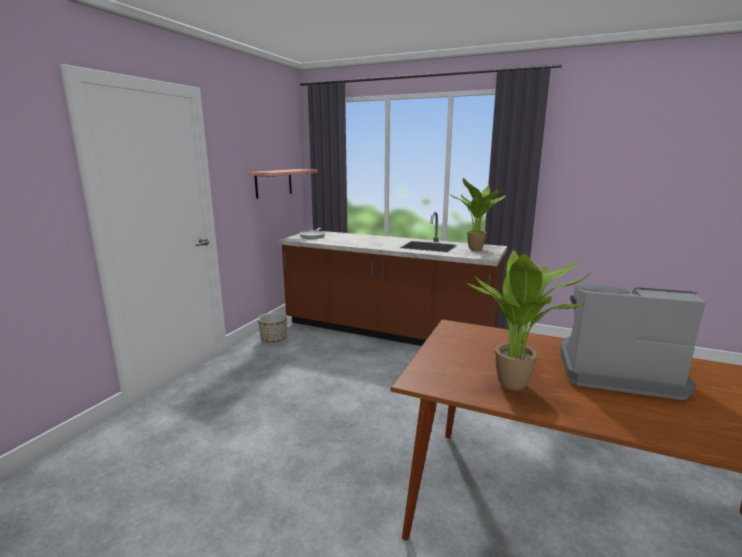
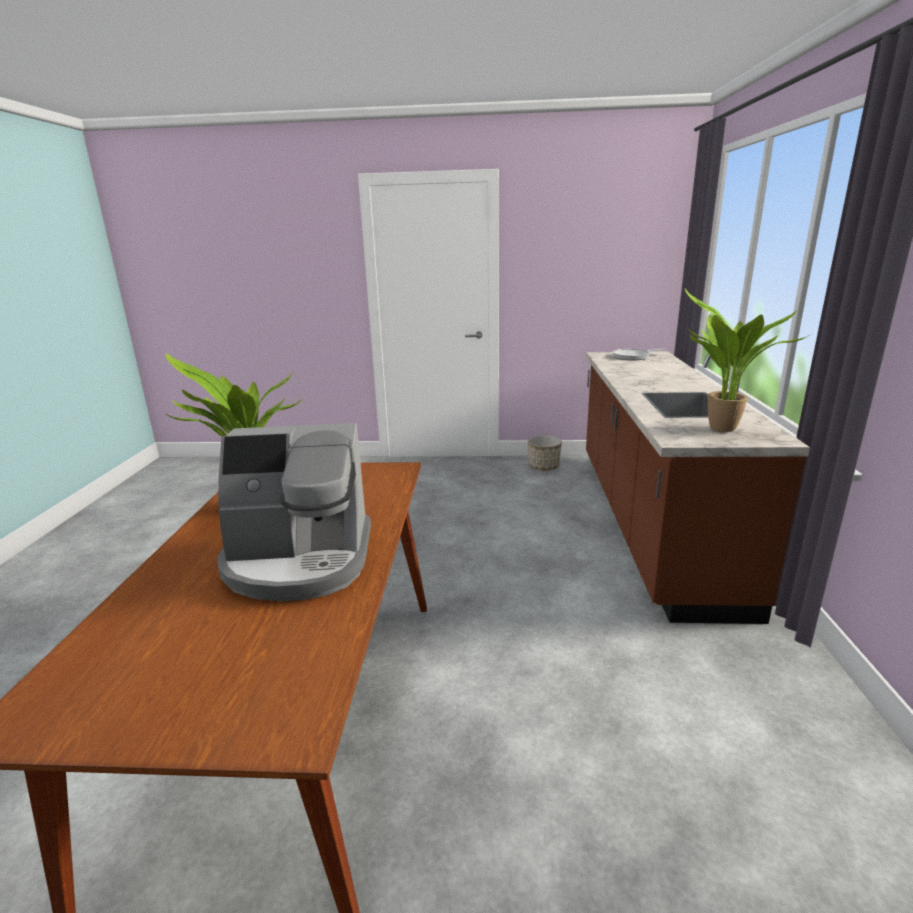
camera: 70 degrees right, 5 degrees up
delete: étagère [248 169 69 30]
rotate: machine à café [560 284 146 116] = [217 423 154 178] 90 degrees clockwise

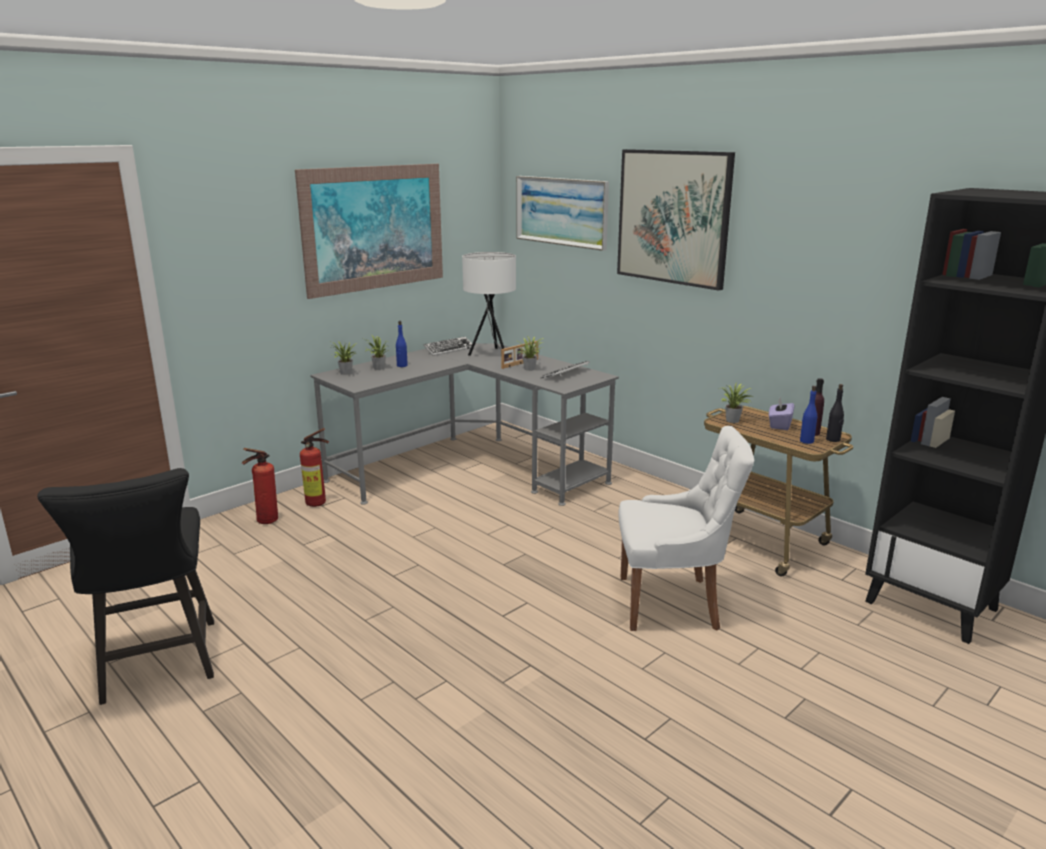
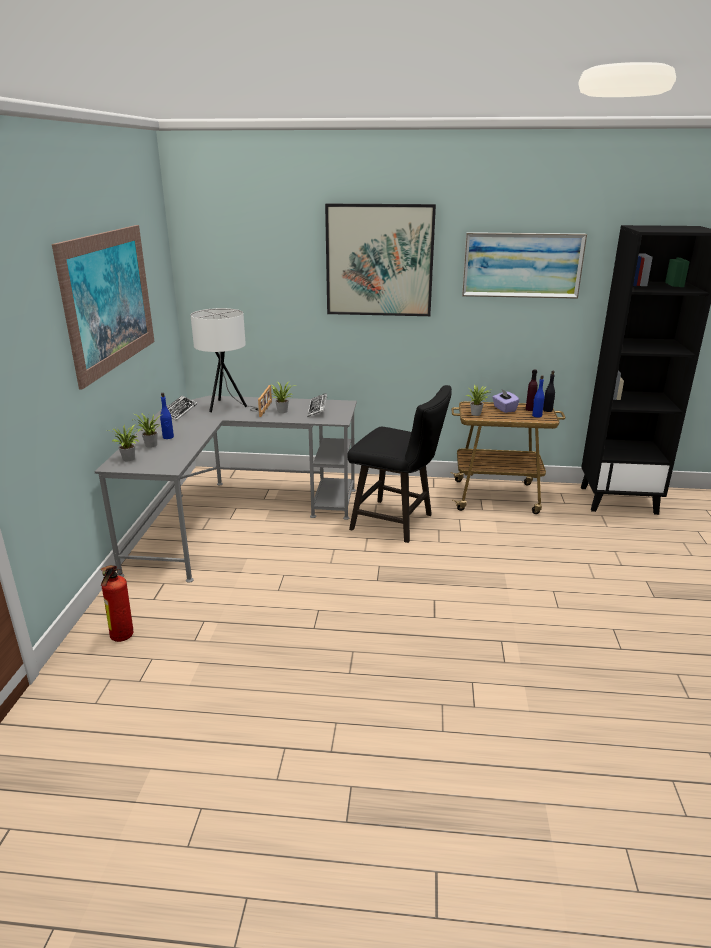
camera: 40 degrees left, 5 degrees up
delete: extincteur [300 428 29 79]; chaise/blanc [619 426 135 205]
move: tabouret/noir [37 468 177 237] to [347 385 105 158]; tableau [516 176 93 75] to [462 232 125 67]

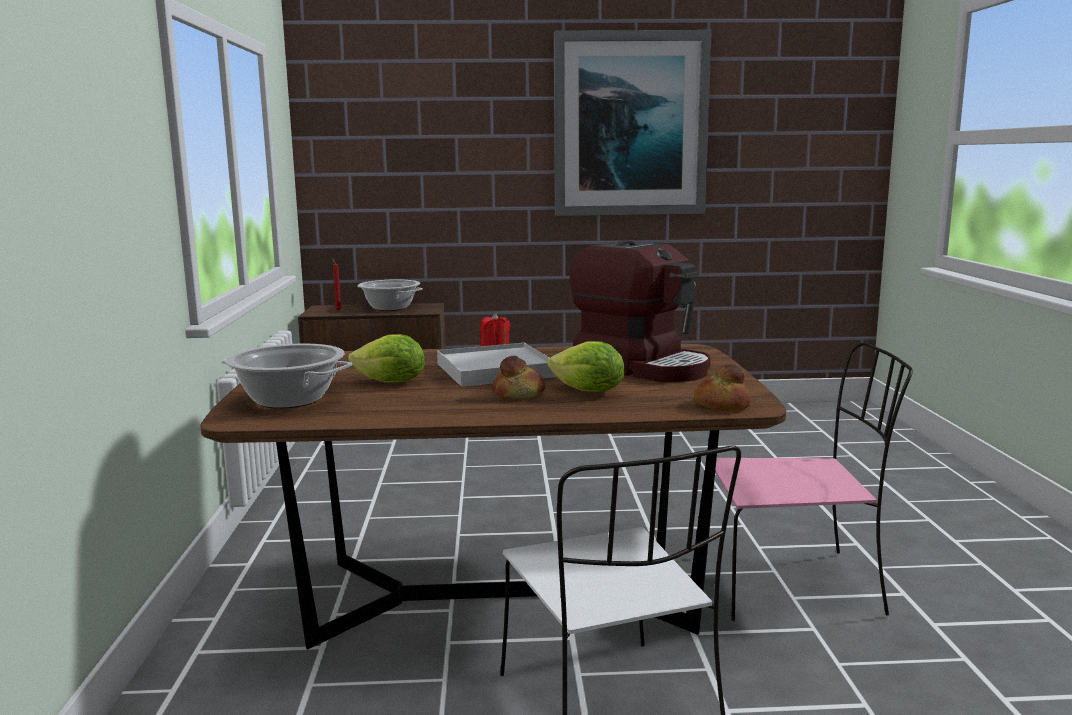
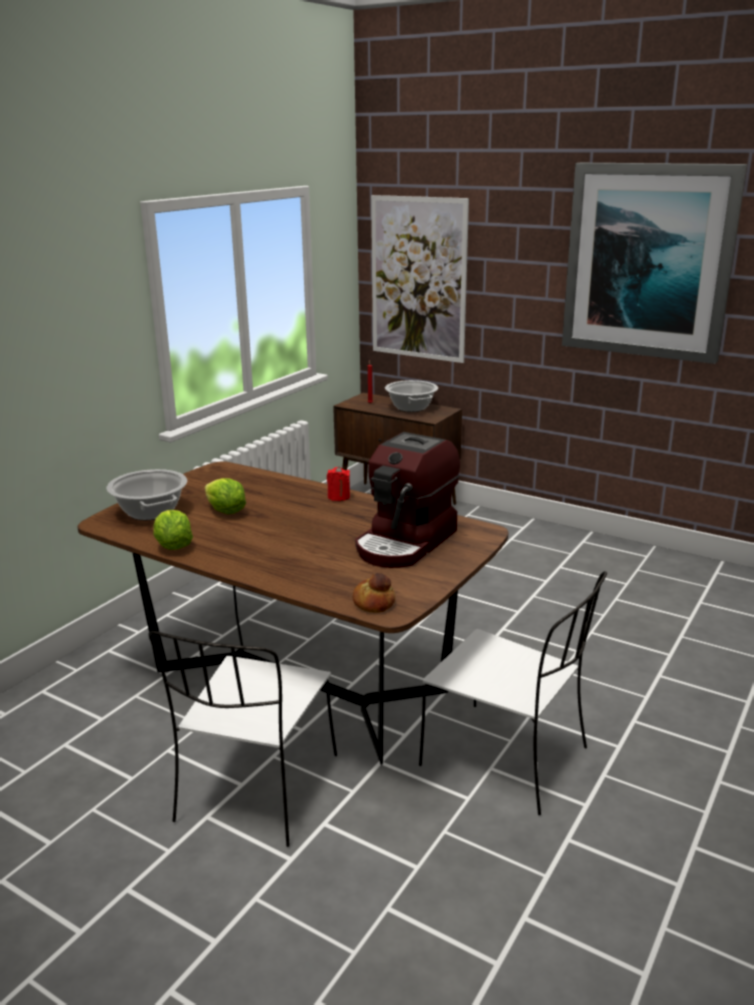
camera: 35 degrees right, 10 degrees up
delete: plateau/blanc [437 343 120 44]; pain [492 356 54 43]
insert: tableau [371 195 98 168]
move: laitue [547 341 78 51] to [153 510 40 40]
recolor: chaise/rose [715 342 198 279] to chaise/blanc [419 571 188 244]
rotate: machine à café [570 241 141 141] = [355 432 105 136] 45 degrees clockwise

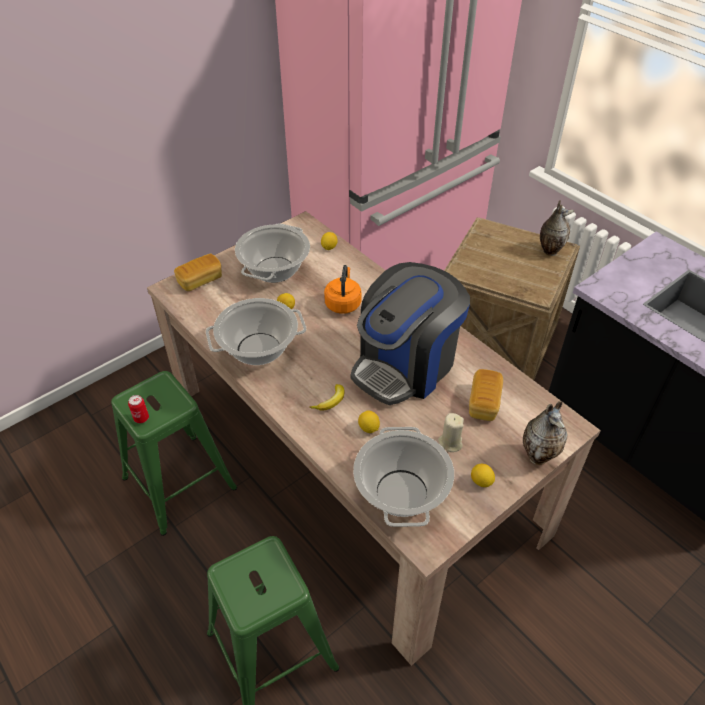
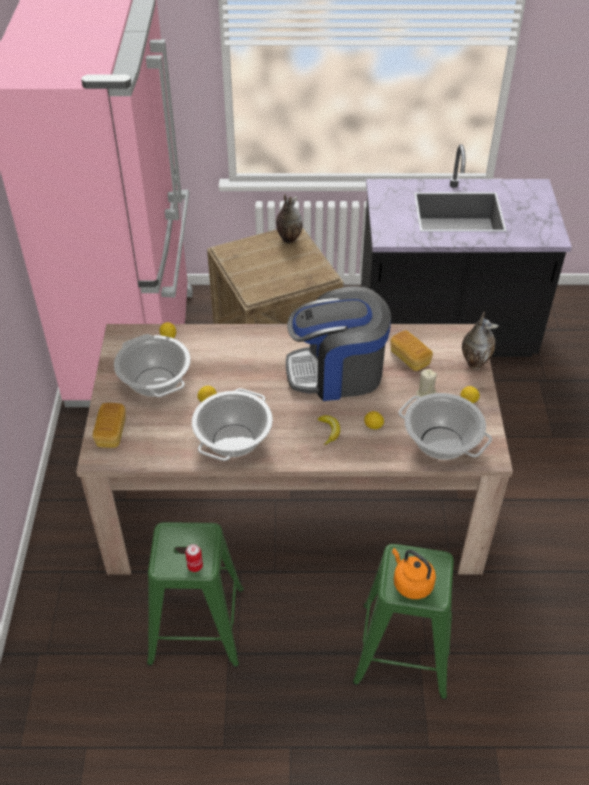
camera: 50 degrees left, 0 degrees up
move: bouilloire/orange [324 265 37 49] to [392 548 44 51]
rotate: machine à café [351 262 119 143] = [286 286 105 115] 90 degrees clockwise

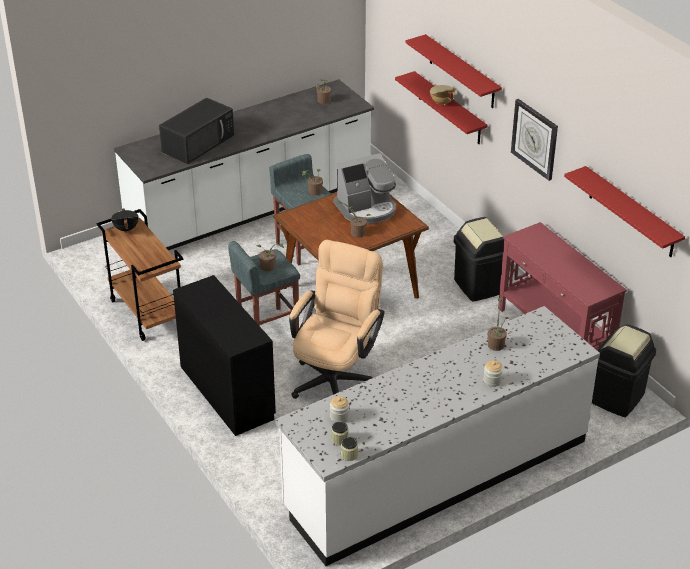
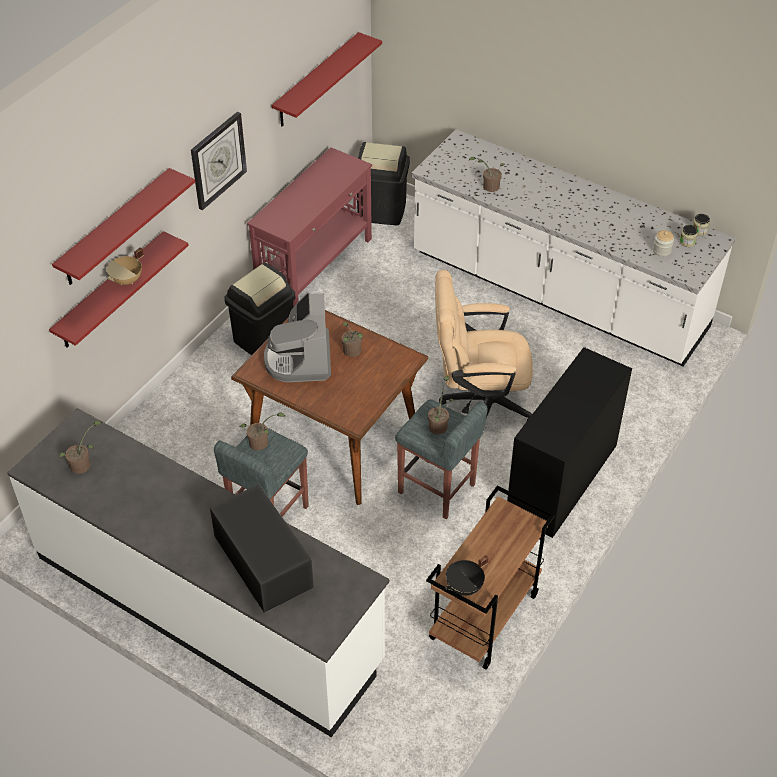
camera: 115 degrees left, 10 degrees up
delete: bocal [483 360 20 27]
rotate: micro-ondes/noir [159 98 75 66] = [210 484 104 129] 45 degrees clockwise; machine à café [333 153 63 71] = [264 293 67 89] 135 degrees counterclockwise

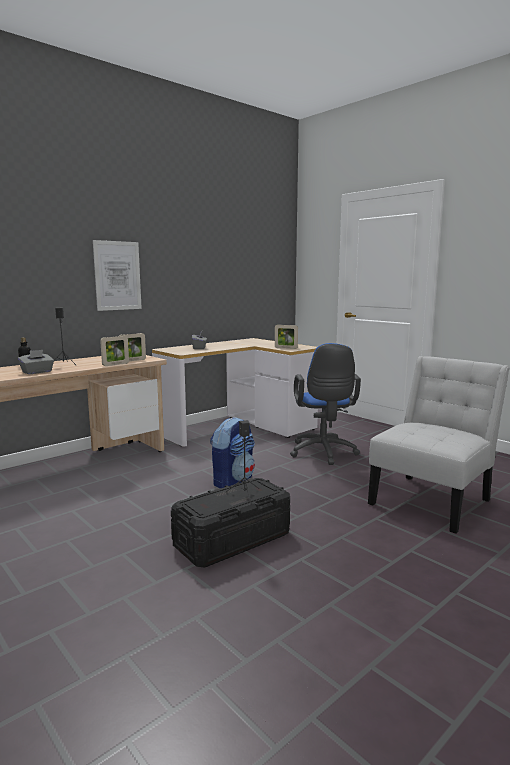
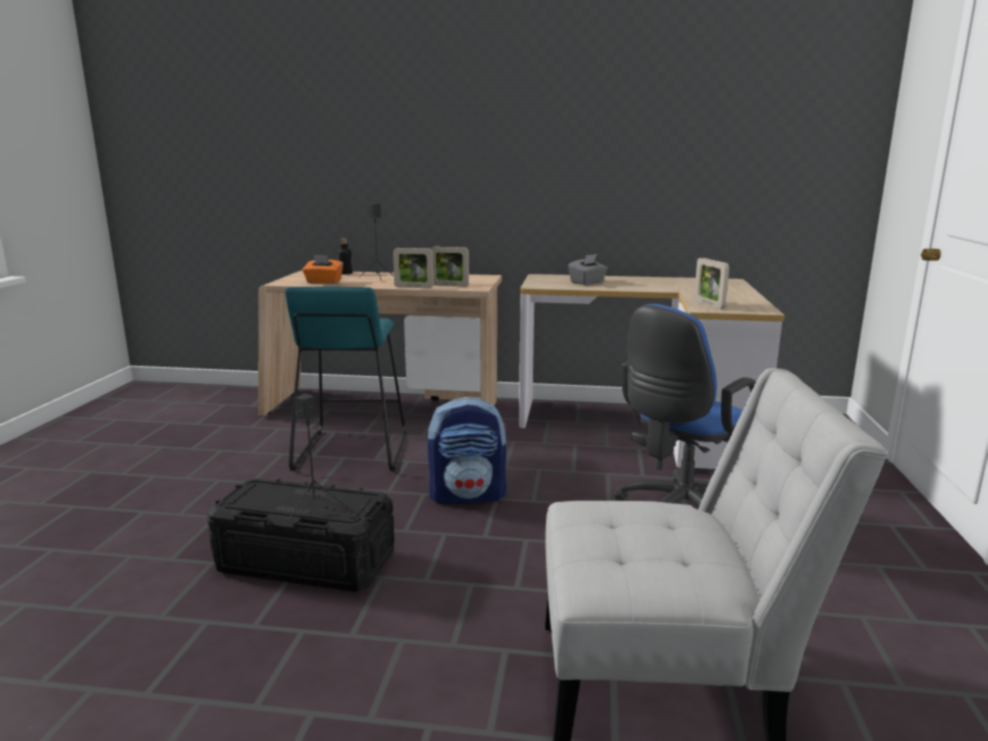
camera: 50 degrees right, 5 degrees up
delete: tableau [93 240 49 71]
insert: tabouret/turquoise [285 286 122 185]
recolor: boîte à mouchoirs/gris [18 350 36 24] to boîte à mouchoirs/orange [302 255 41 29]

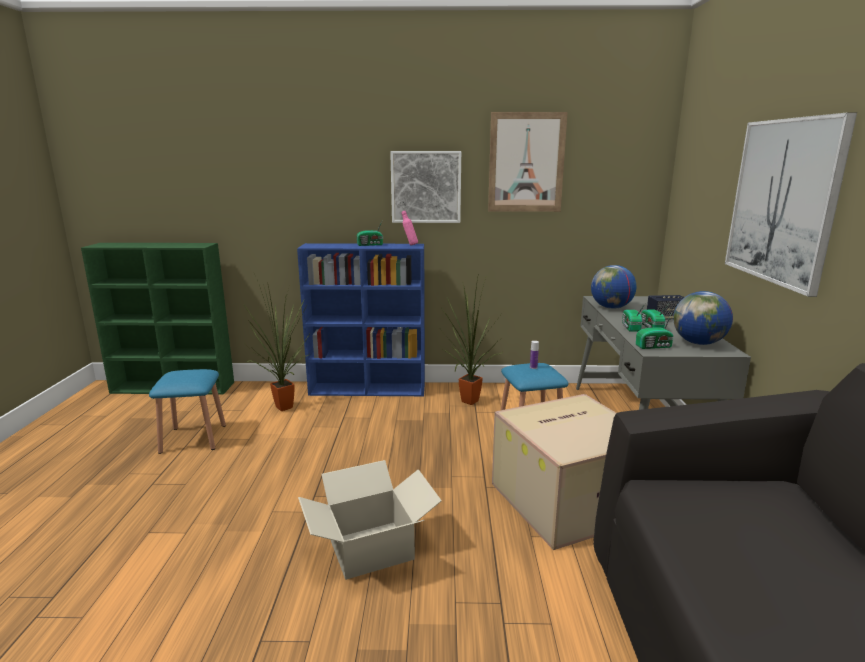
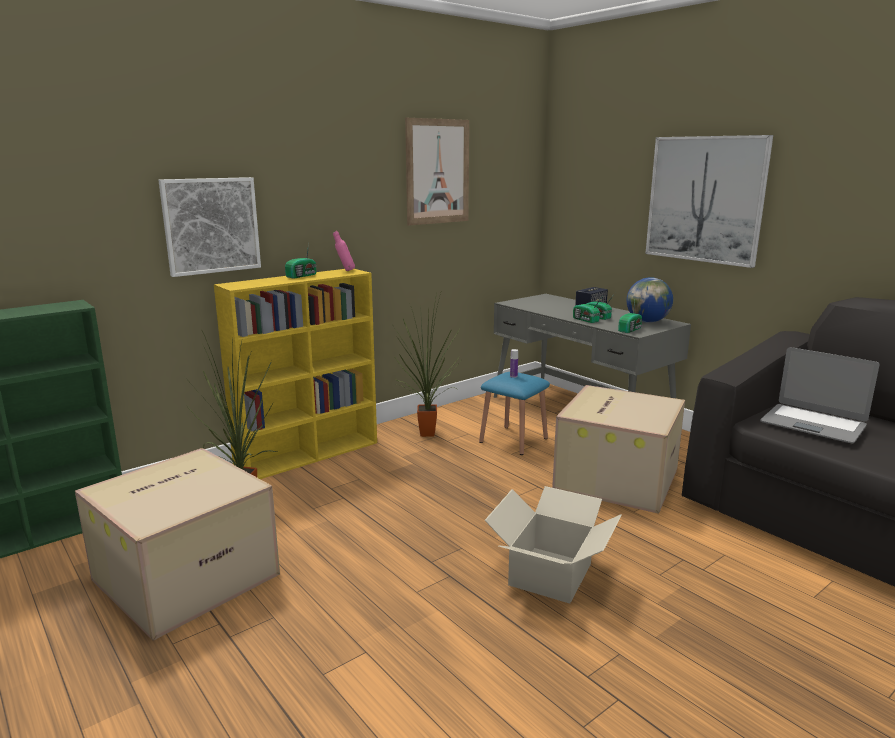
camera: 40 degrees left, 0 degrees up
delete: globe [591 265 45 44]
insert: ordinateur portable [760 347 119 96]
move: tableau [390 151 71 72] to [158 177 103 100]
replace: tabouret/bleu [149 369 77 85] to carton [75 448 205 193]
recolor: bibliothèque/bleu [297 243 128 153] to bibliothèque/jaune [214 269 163 210]

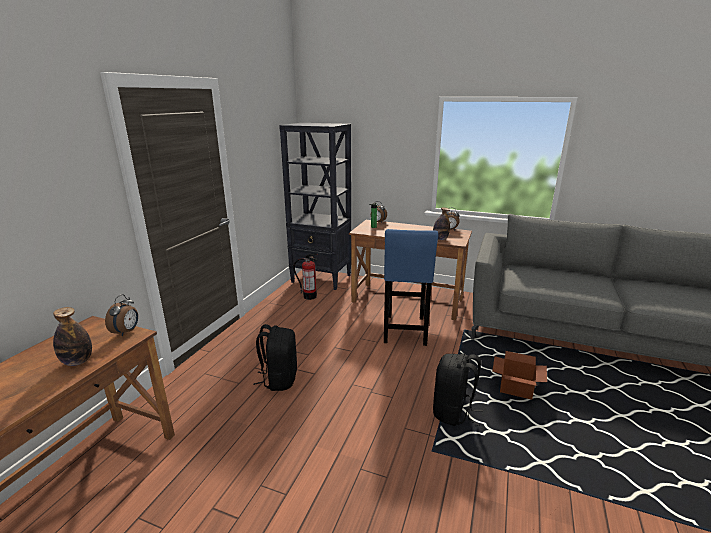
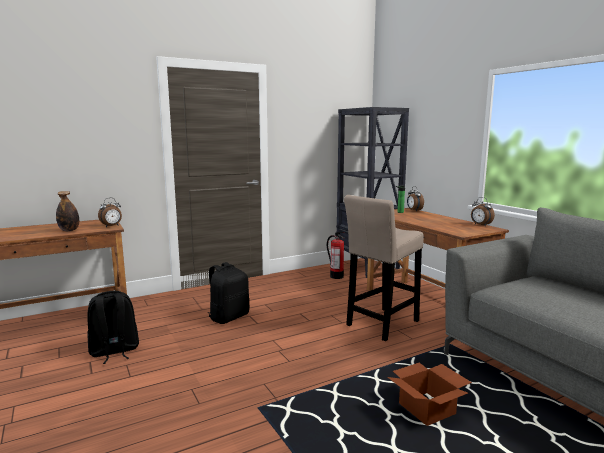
camera: 40 degrees right, 10 degrees down
delete: bouteille [433 207 17 33]
move: sac à dos/noir [433 353 50 73] to [87 291 52 73]
recolor: tabouret/bleu [384 229 54 117] to tabouret/beige [344 195 80 146]

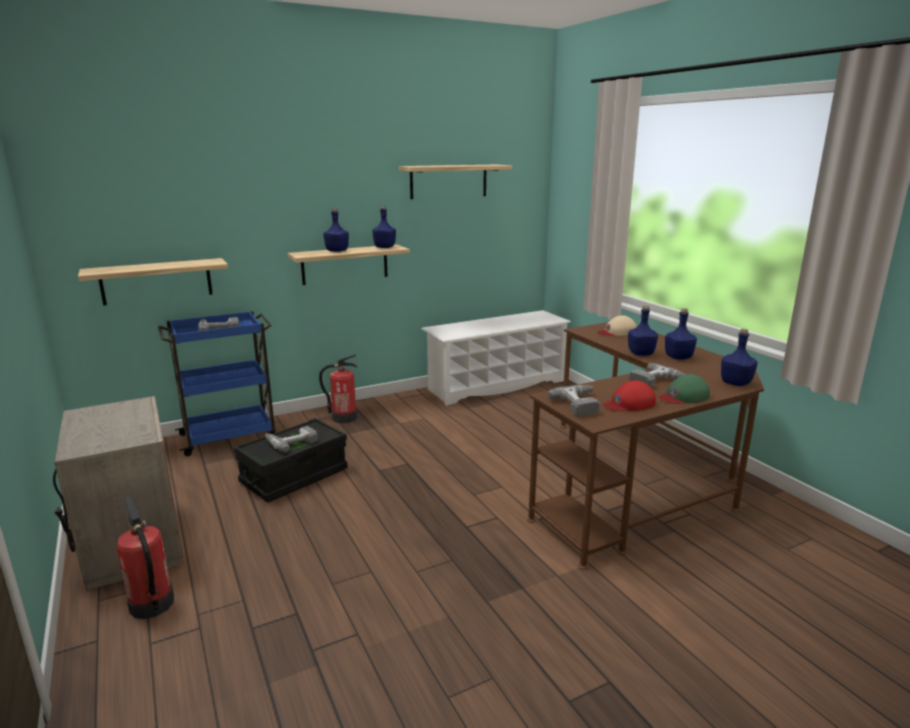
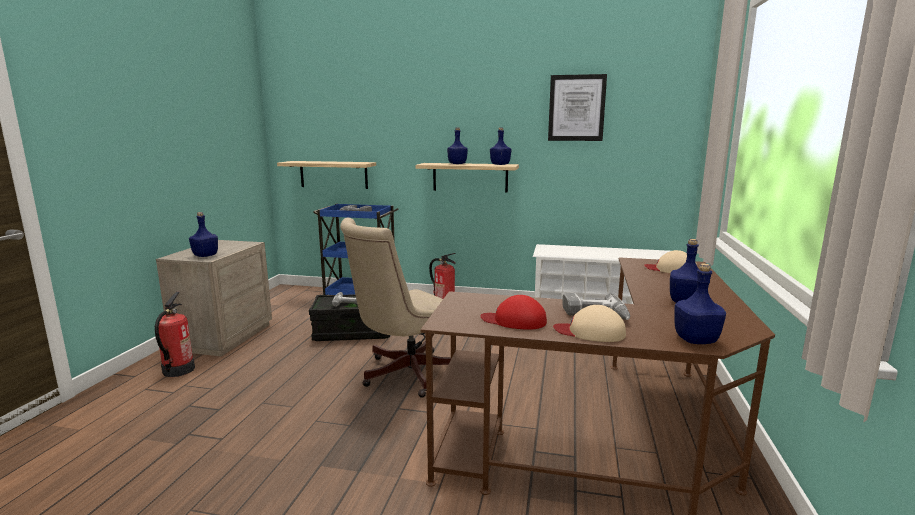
camera: 40 degrees right, 5 degrees down
delete: perceuse [548 385 52 32]
insert: chaise de bureau/beige [340 218 111 180]
move: bouteille/bleu [628 305 30 51] to [189 212 29 45]
replace: étagère [399 165 113 34] to tableau [548 74 59 67]
recolor: casquette/vert [659 374 51 30] to casquette/beige [553 305 73 37]

